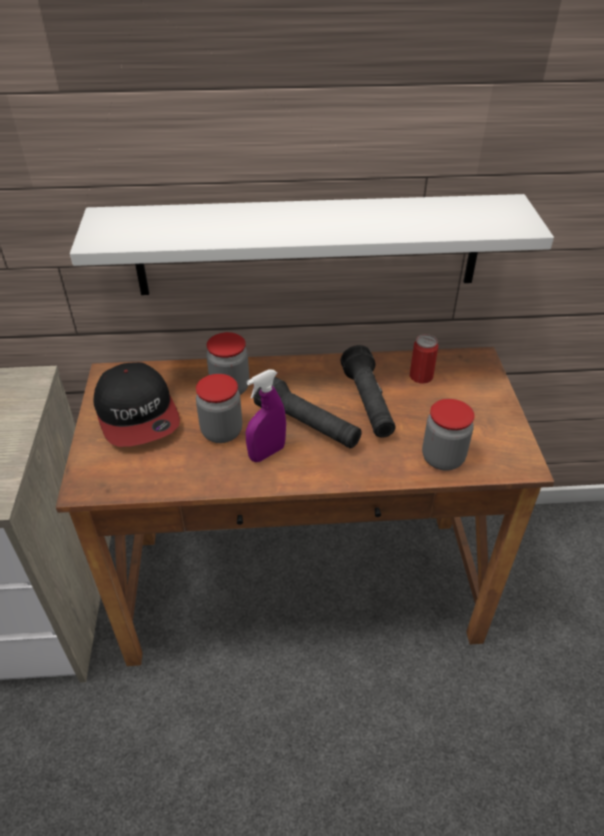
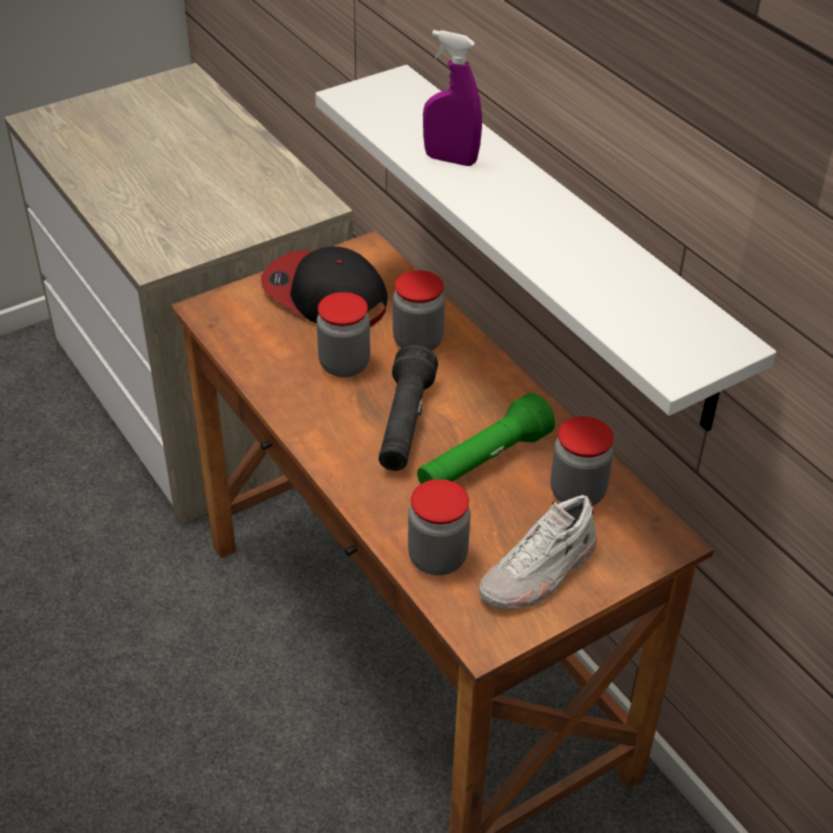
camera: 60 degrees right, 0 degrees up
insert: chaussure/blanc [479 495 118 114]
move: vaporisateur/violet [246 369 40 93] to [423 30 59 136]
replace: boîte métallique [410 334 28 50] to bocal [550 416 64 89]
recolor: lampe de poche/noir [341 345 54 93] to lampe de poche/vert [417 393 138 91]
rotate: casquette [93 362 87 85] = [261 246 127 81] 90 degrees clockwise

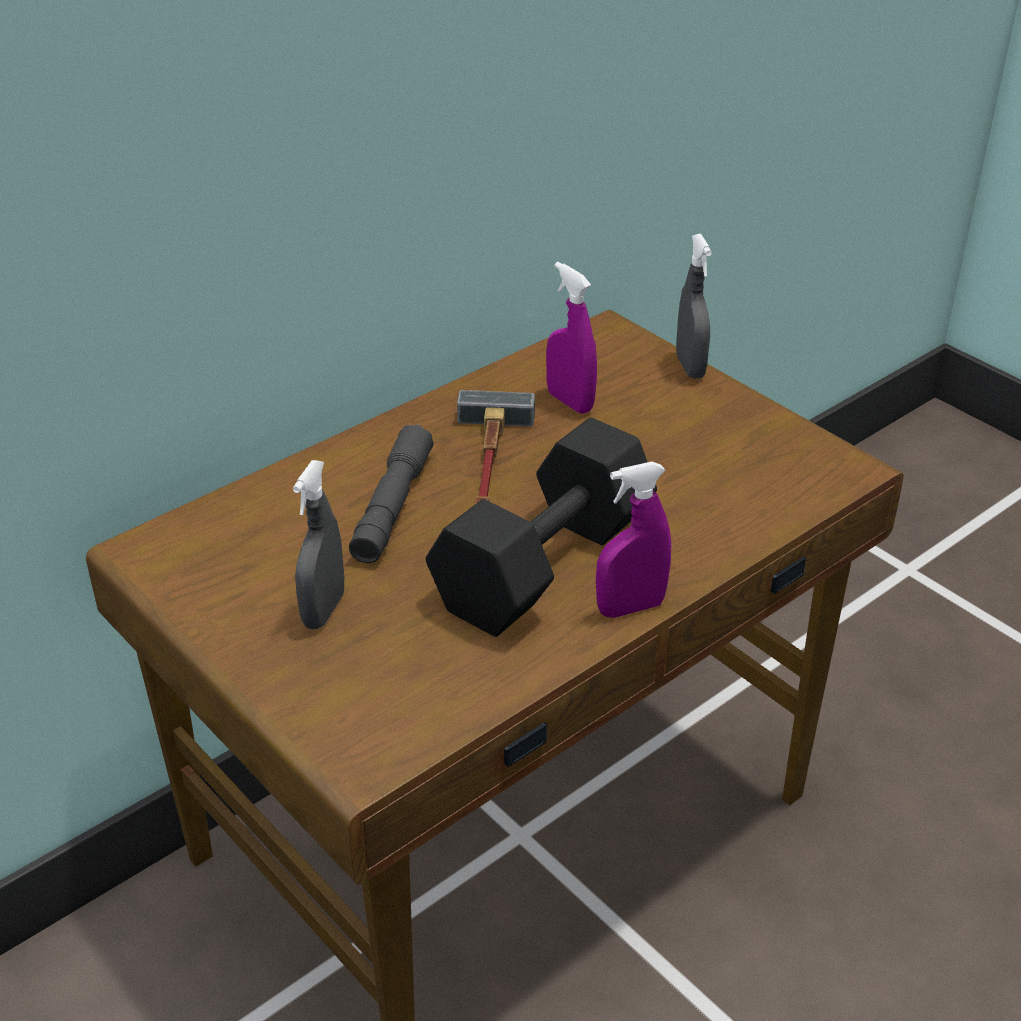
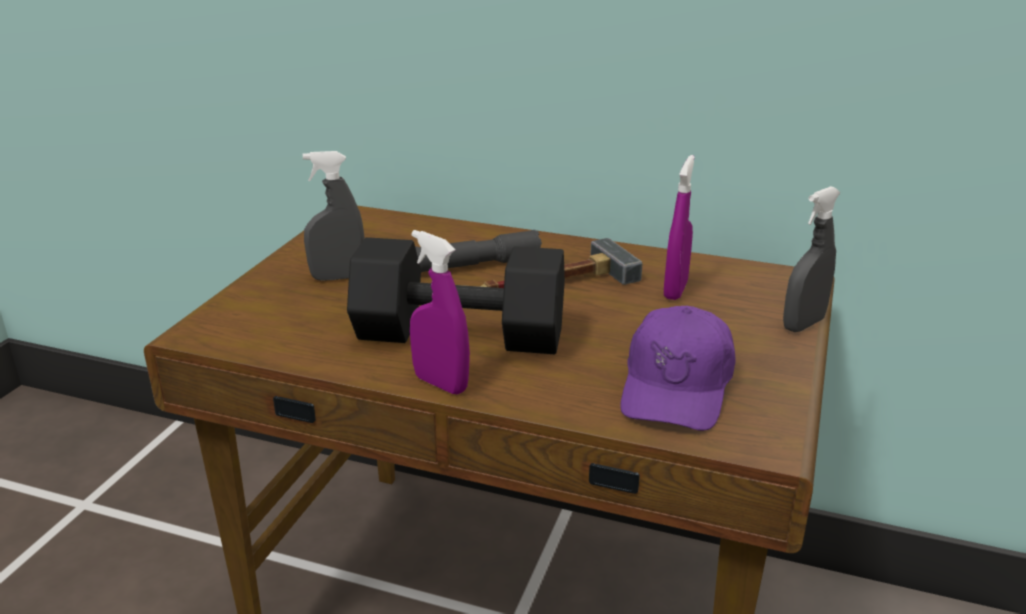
camera: 60 degrees right, 10 degrees down
insert: casquette/violet [620 306 115 125]

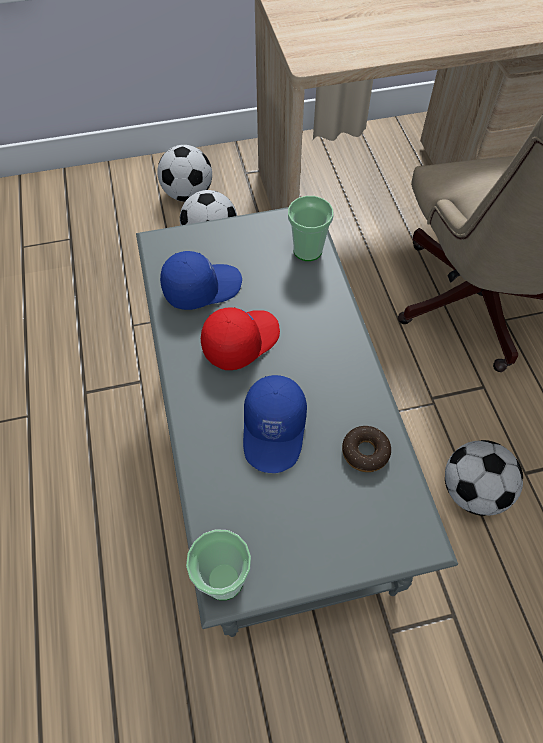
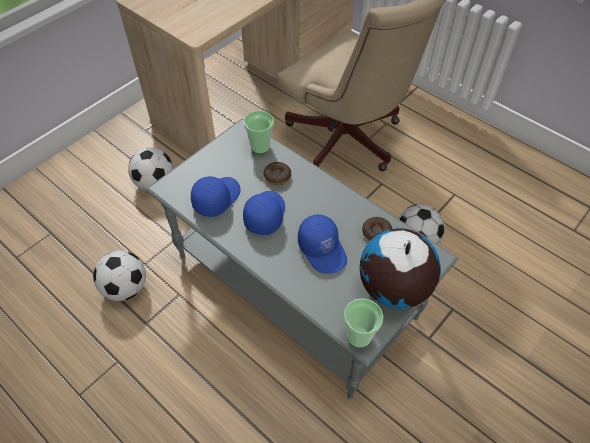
camera: 35 degrees left, 5 degrees down
insert: beignet [264 162 27 23]; globe [360 228 81 81]
move: ballon de foot [157 145 55 57] to [93 251 53 50]
recolor: casquette/rouge [201 307 79 63] to casquette/bleu [243 191 42 44]

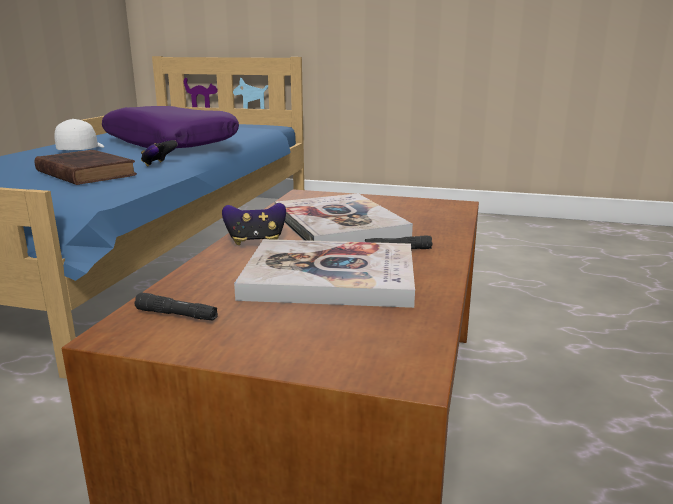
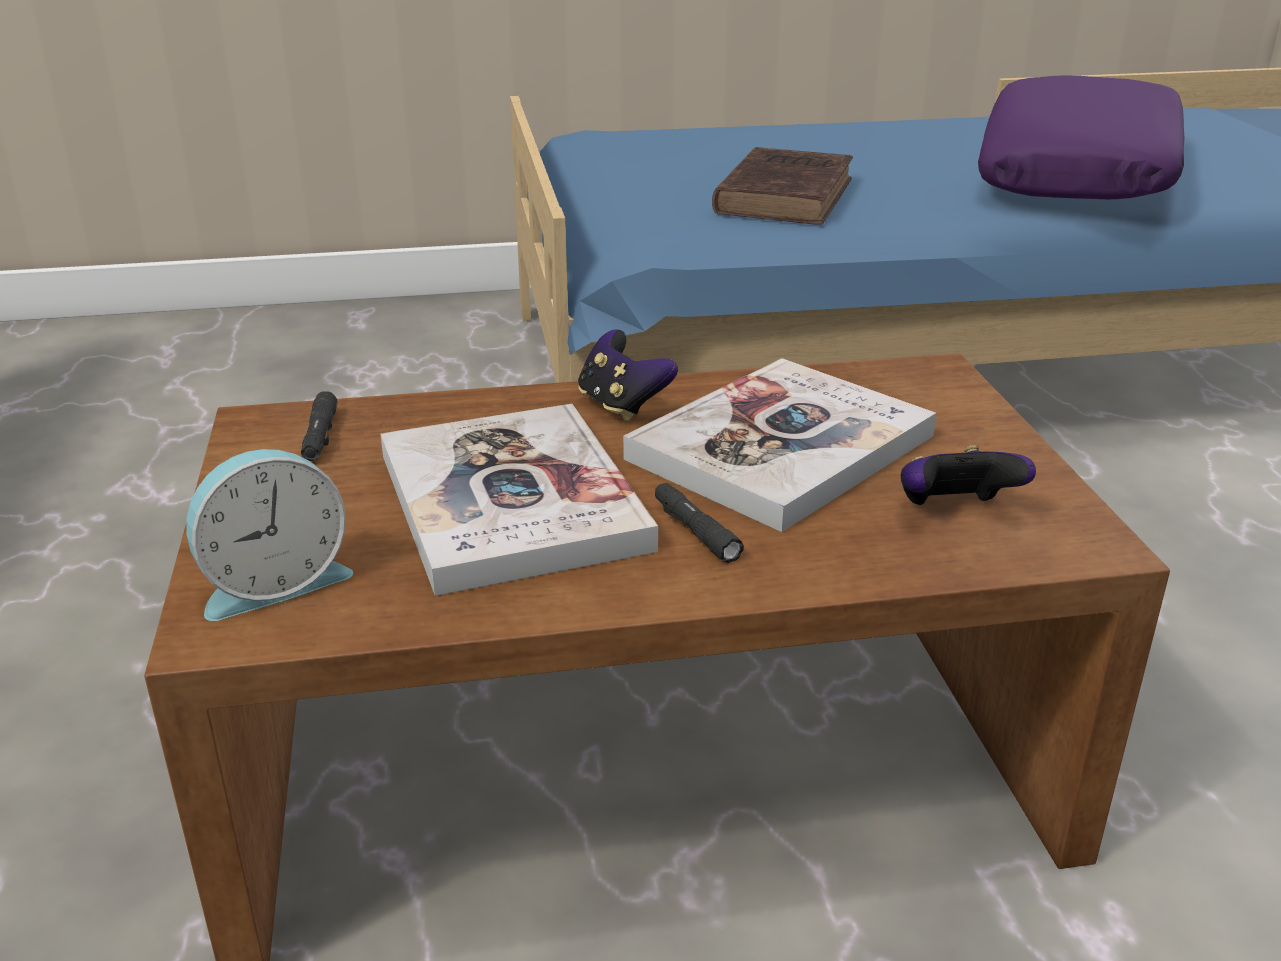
camera: 65 degrees right, 10 degrees up
delete: casquette/blanc [54 119 50 31]
insert: réveil [186 449 167 172]
move: manette [141 140 37 26] to [901 445 135 60]

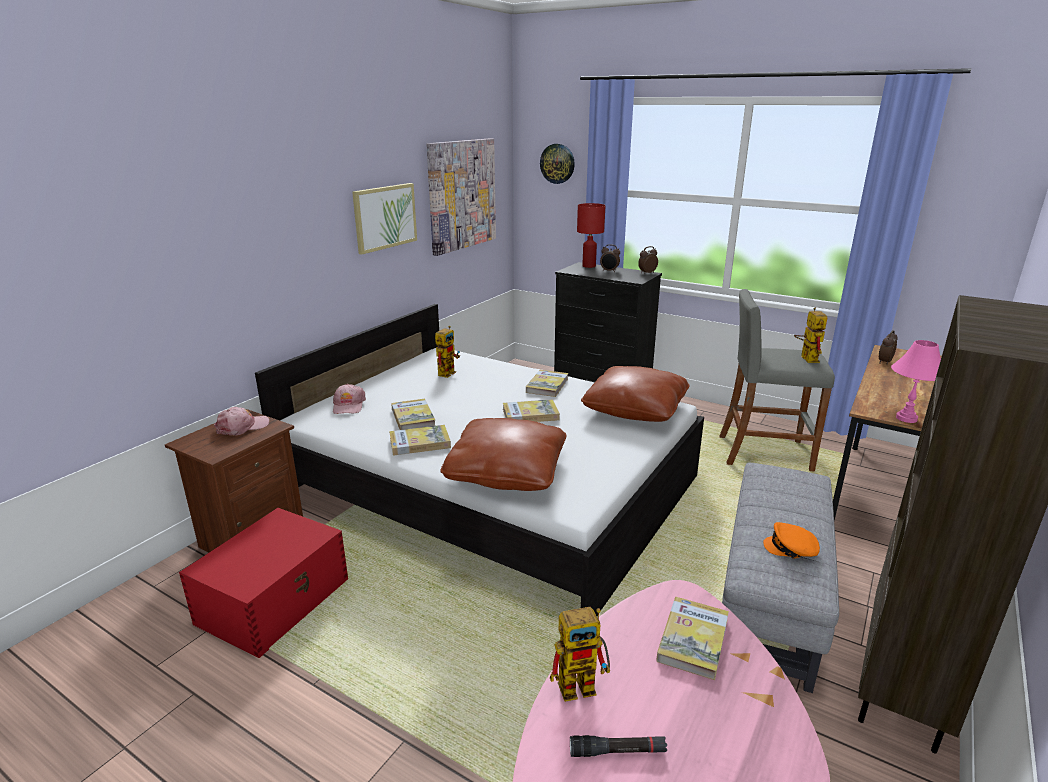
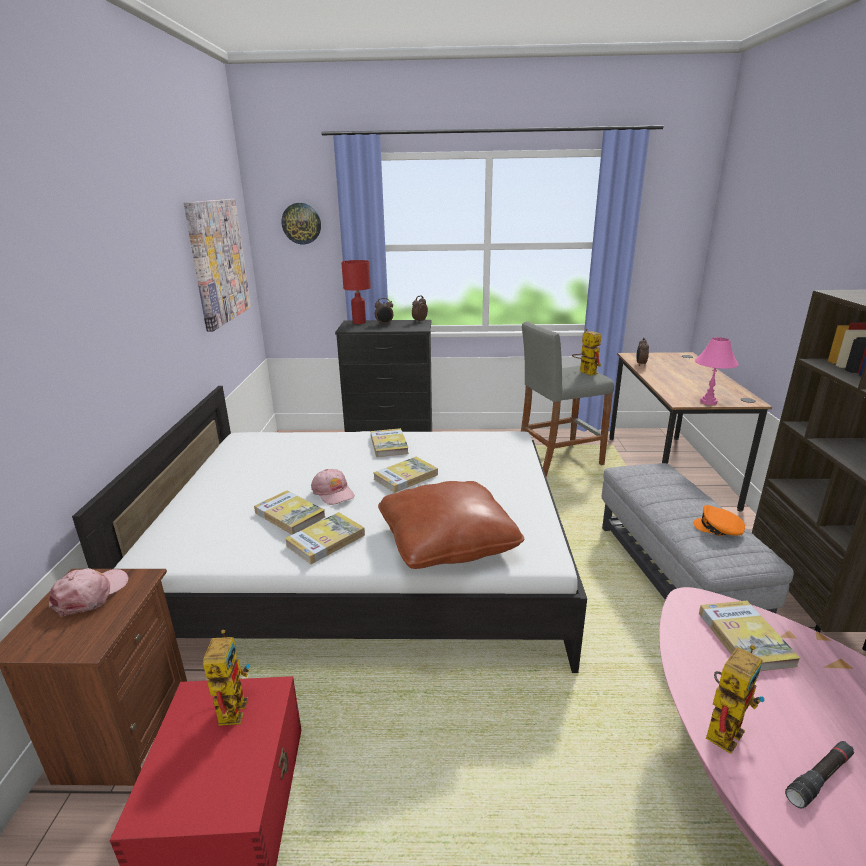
camera: 30 degrees left, 0 degrees up
delete: tableau [352 183 65 71]; coussin/marron [581 366 109 56]
move: casquette/rose [333 384 33 30] to [311 469 44 36]; robot jouet [435 326 25 52] to [203 630 47 96]
rotate: casquette/orange [763 522 57 37] = [693 505 52 31] 45 degrees clockwise

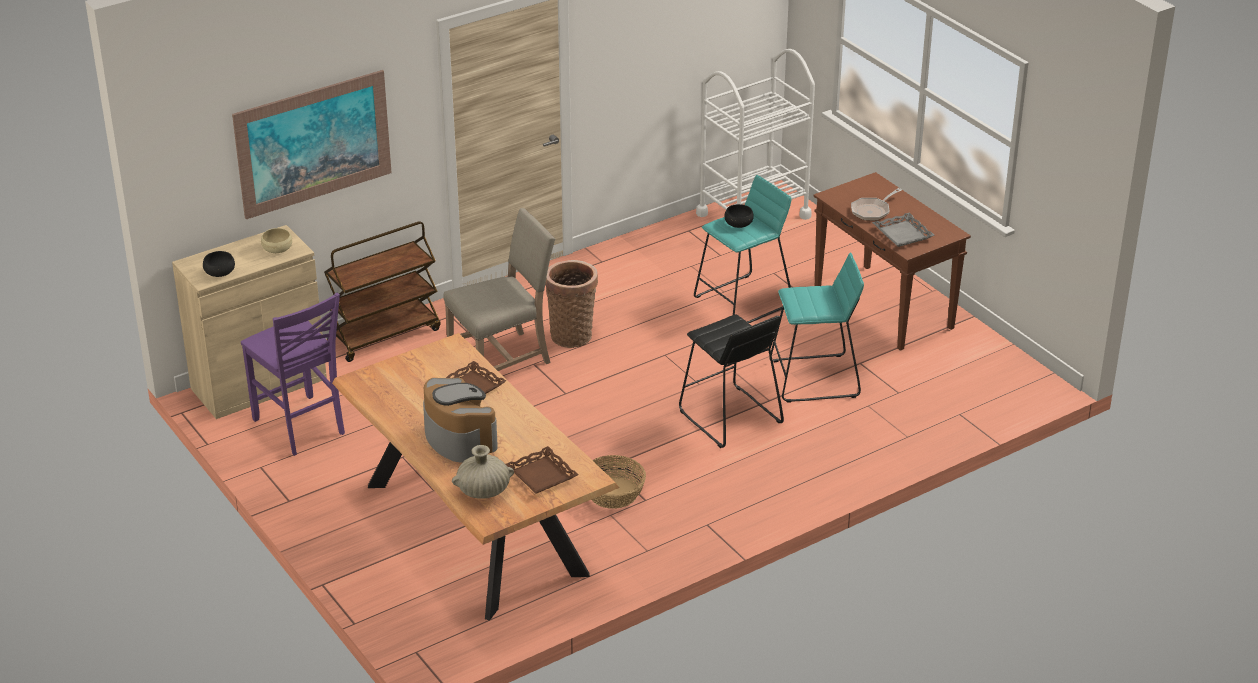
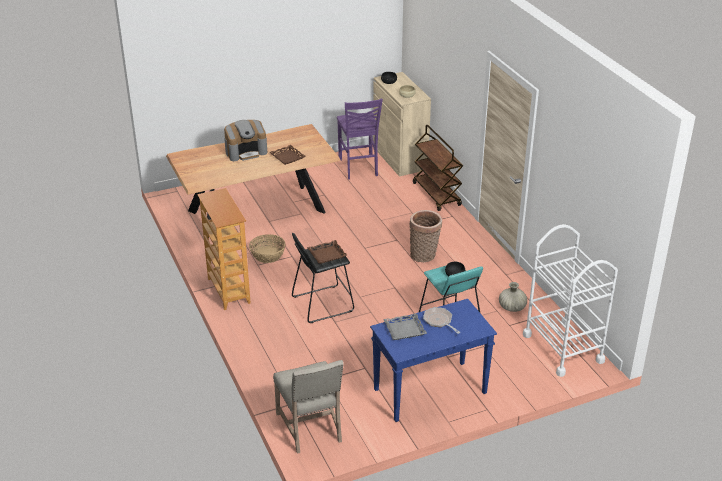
camera: 100 degrees right, 0 degrees up
delete: tableau [232 70 159 149]; tabouret/turquoise [769 253 95 149]
insert: bibliothèque [197 188 54 122]
move: chaise/beige [443 208 112 163] to [273 360 71 94]; vase/beige [452 445 62 54] to [499 282 28 30]; plateau/marron [505 446 74 47] to [307 240 40 24]
recolor: table console/marron [814 172 157 179] to table console/bleu [370 299 127 123]
rotate: chaise/violet [241 293 104 163] = [337 98 46 81] 75 degrees counterclockwise

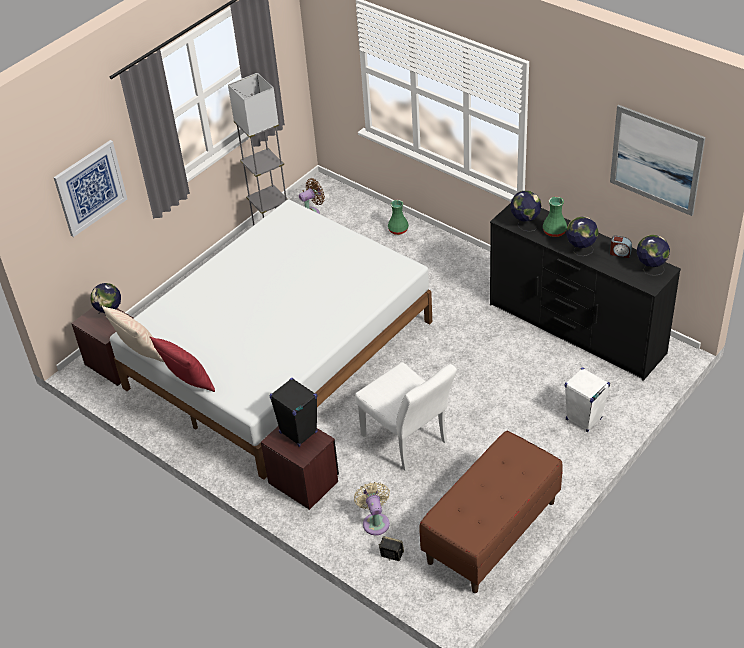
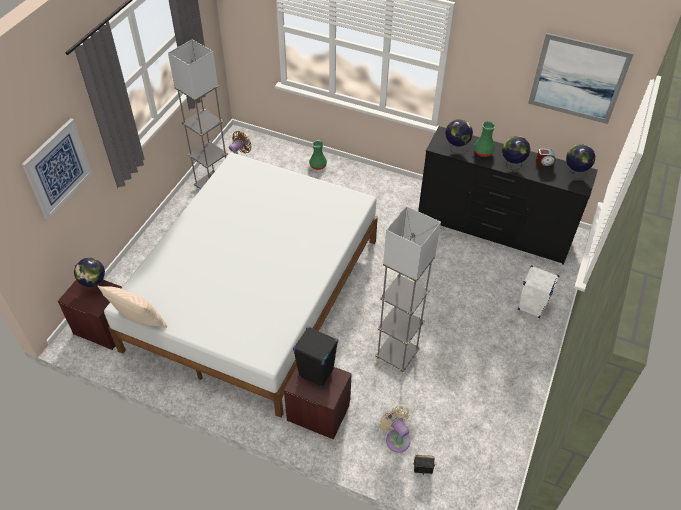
camera: 20 degrees left, 5 degrees up
delete: coussin/rouge [150 336 65 56]; banc/marron [419 431 144 162]
replace: chaise/blanc [355 362 102 109] to lampadaire/gris [375 206 66 166]

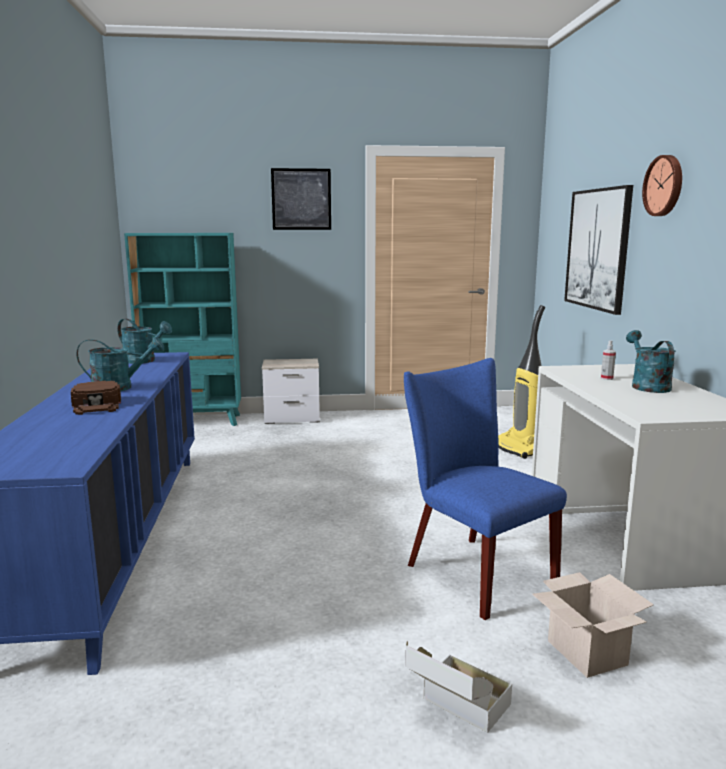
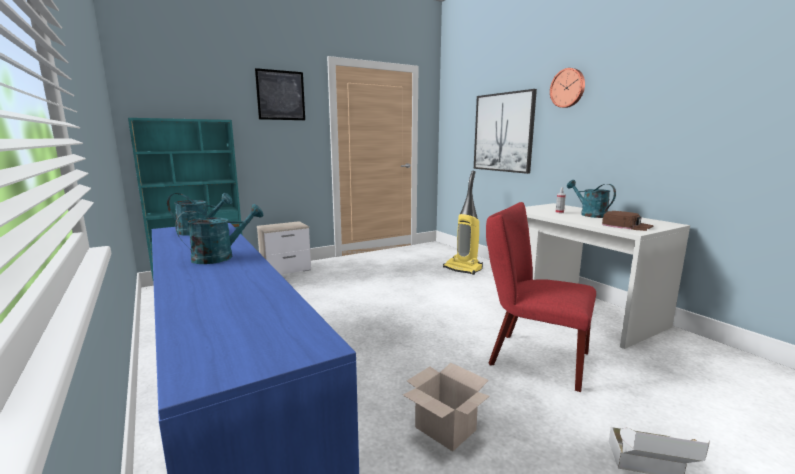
camera: 25 degrees left, 0 degrees up
move: casquette/marron [71 381 50 34] to [602 211 51 20]; carton [532 572 122 106] to [403 363 87 89]
recolor: chaise/bleu [404 358 163 262] to chaise/rouge [486 202 110 190]

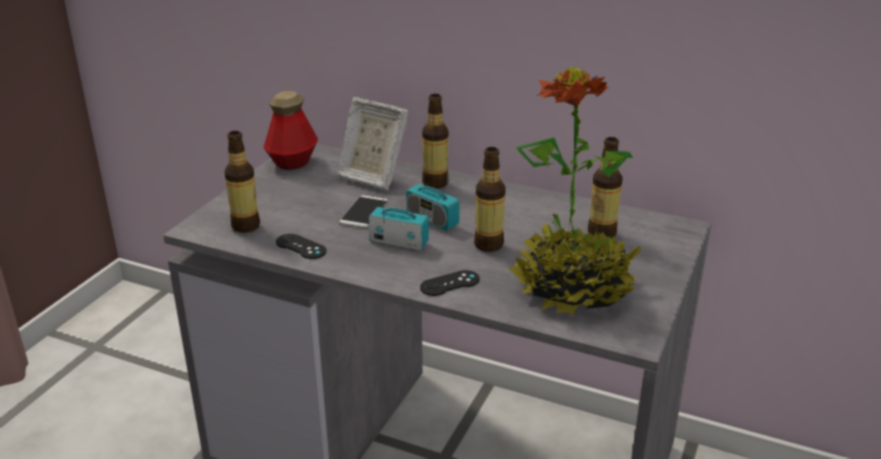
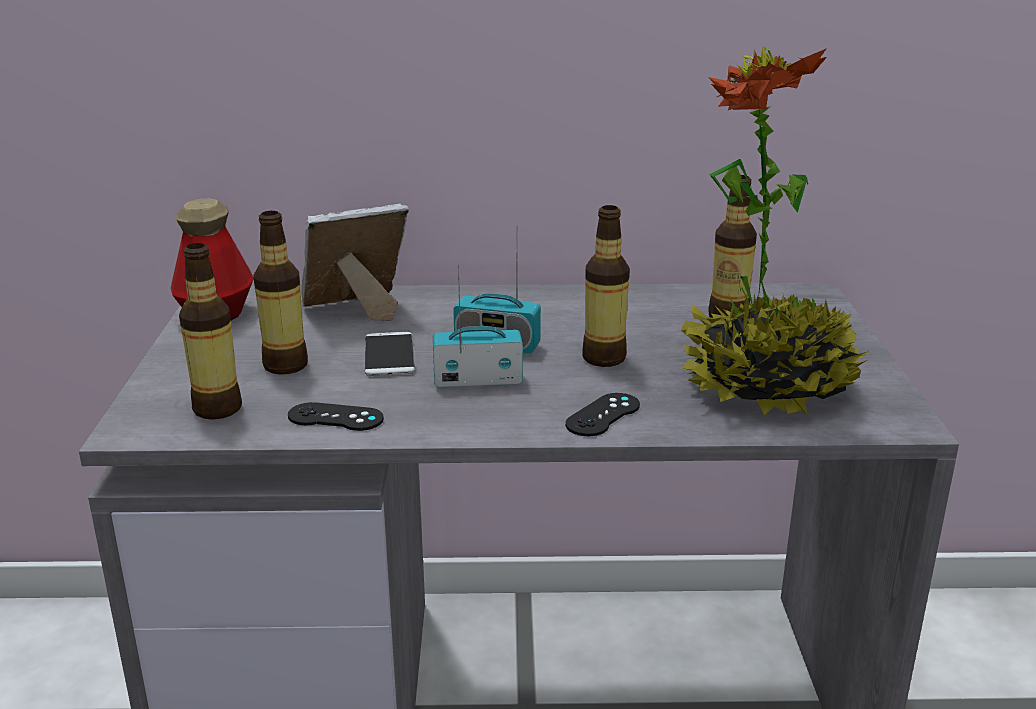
camera: 25 degrees left, 5 degrees down
move: bouteille [422 94 27 95] to [253 211 55 163]
rotate: cadre photo [338 97 71 93] = [301 204 108 117] 150 degrees clockwise

